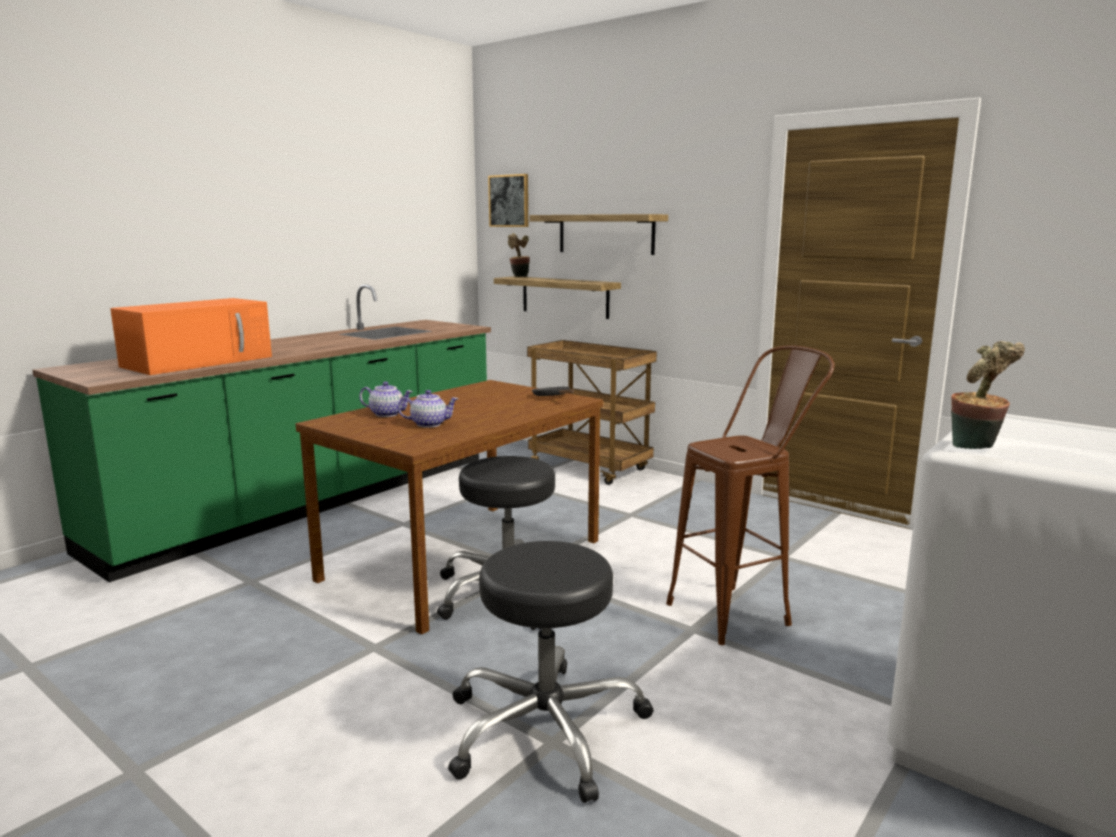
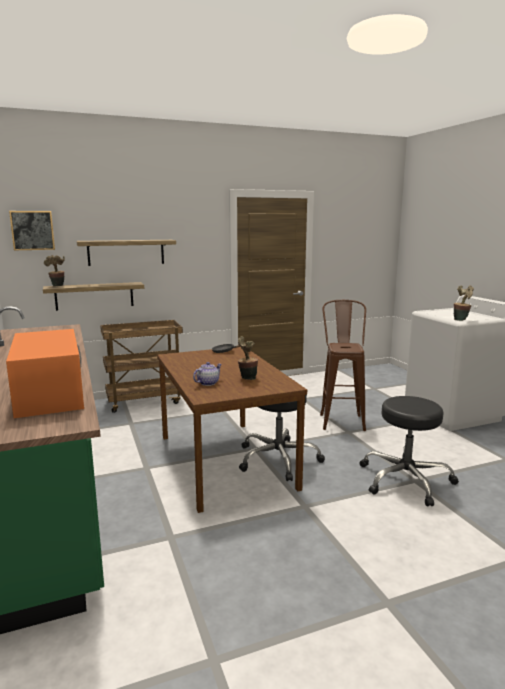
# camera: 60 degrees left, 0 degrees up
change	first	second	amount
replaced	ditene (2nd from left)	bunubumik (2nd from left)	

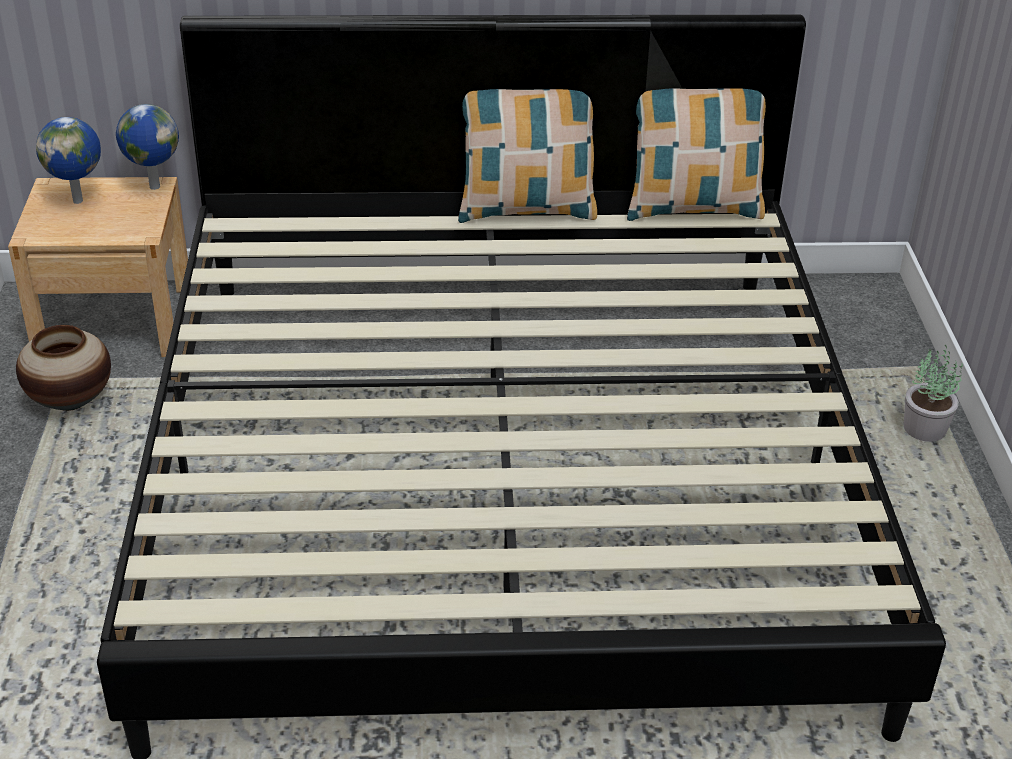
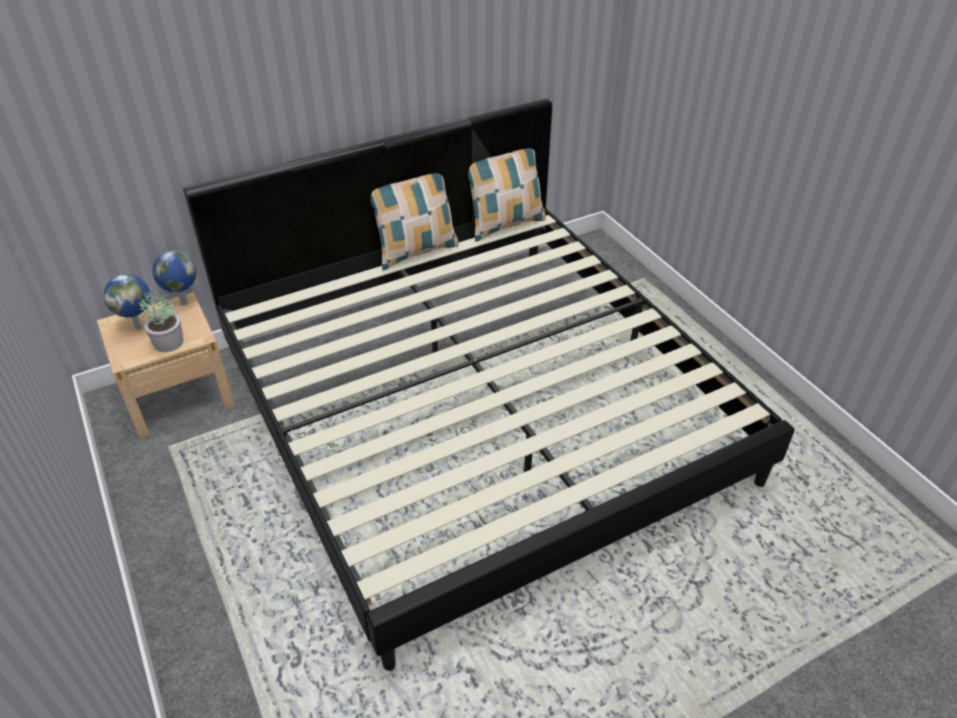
# camera: 25 degrees left, 5 degrees up
change	first	second	amount
removed	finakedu		
moved	bunubumik		

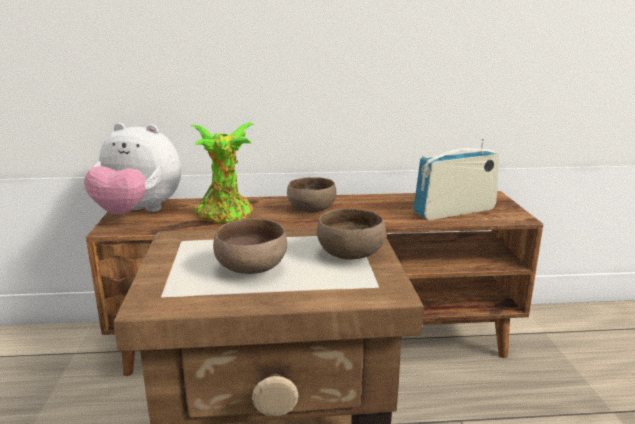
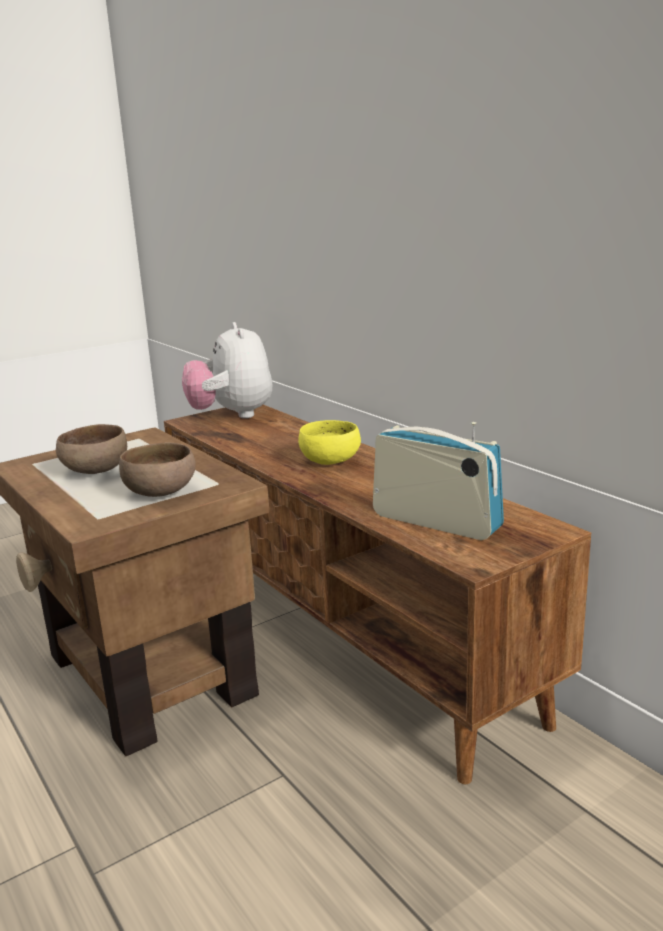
# camera: 60 degrees right, 0 degrees up
change	first	second	amount
removed	bunubumik		
recoloured	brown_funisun (2nd from left)	yellow_funisun	

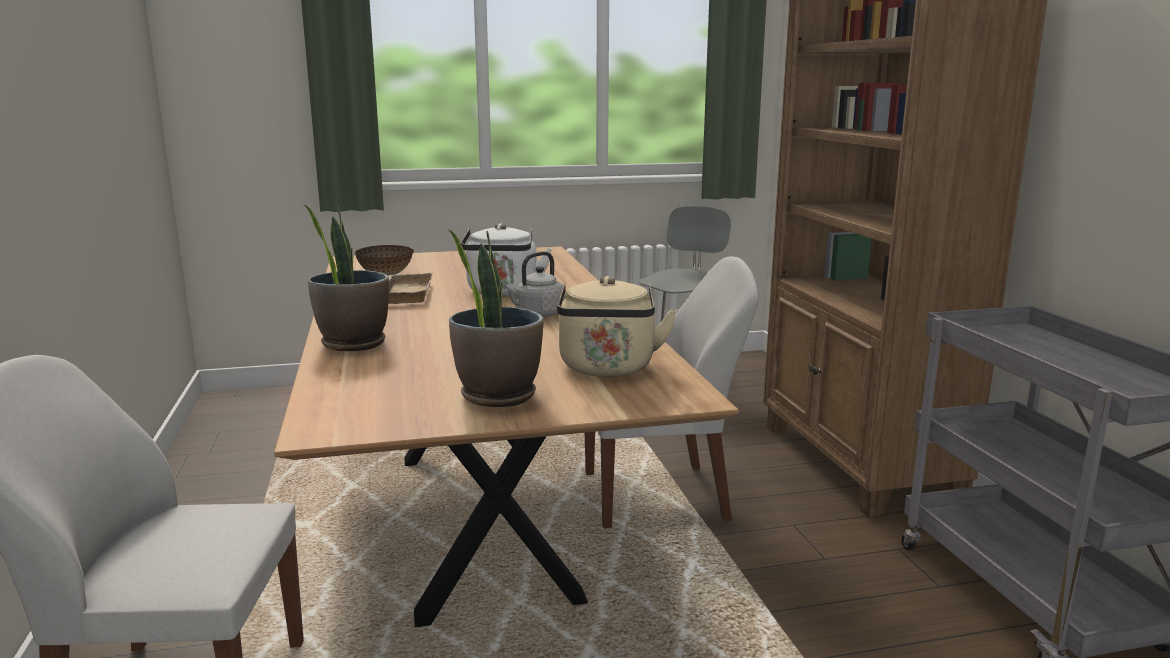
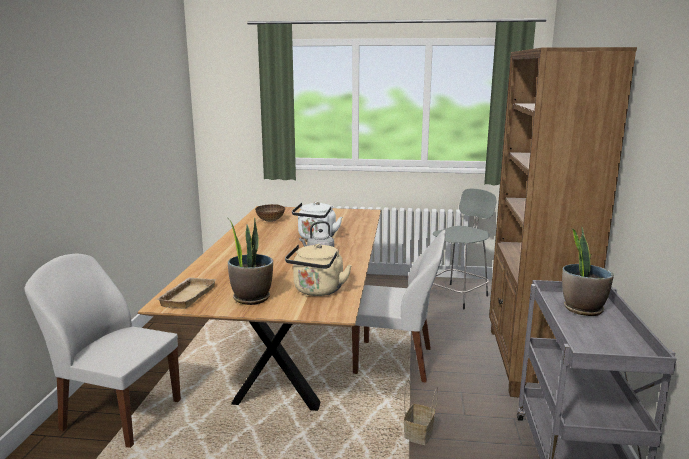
# camera: 20 degrees right, 0 degrees up
change	first	second	amount
moved	bunubumik (1st from left in the first image)	bunubumik (2nd from left)	
moved	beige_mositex		
added		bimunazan	

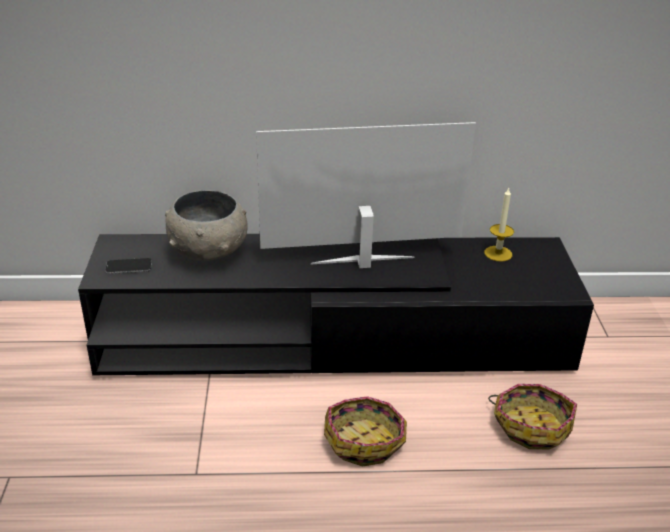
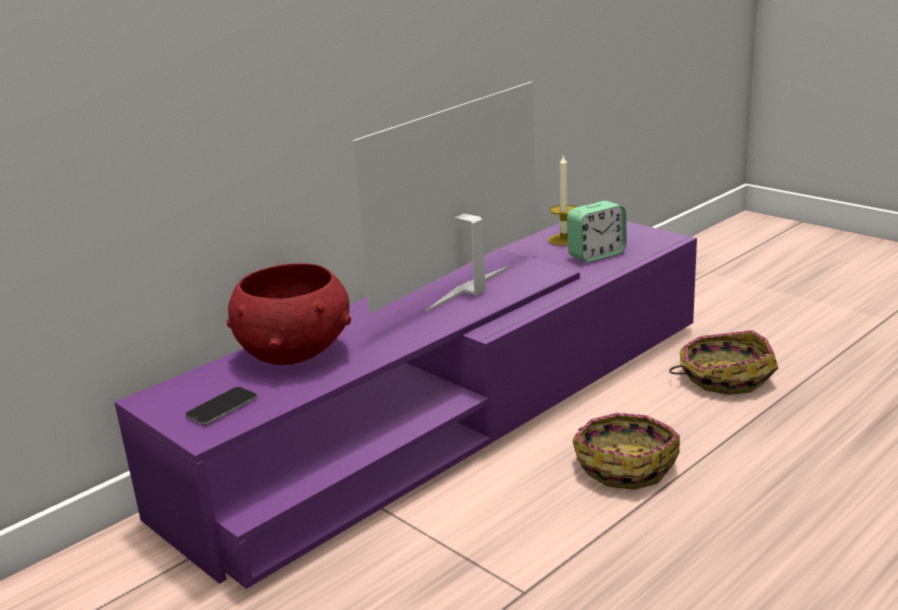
# camera: 40 degrees left, 10 degrees down
change	first	second	amount
recoloured	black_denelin	purple_denelin	
recoloured	grey_funisun	red_funisun	
added		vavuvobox	

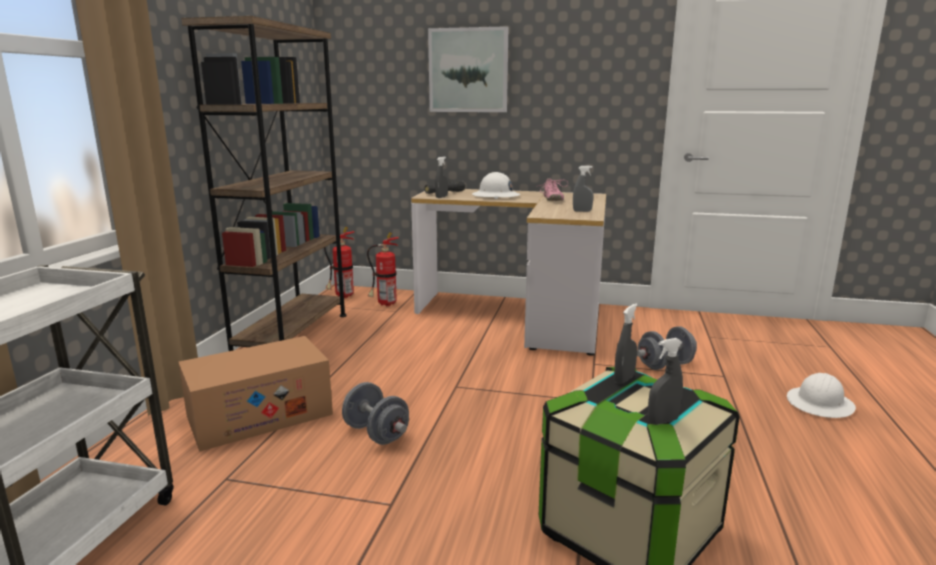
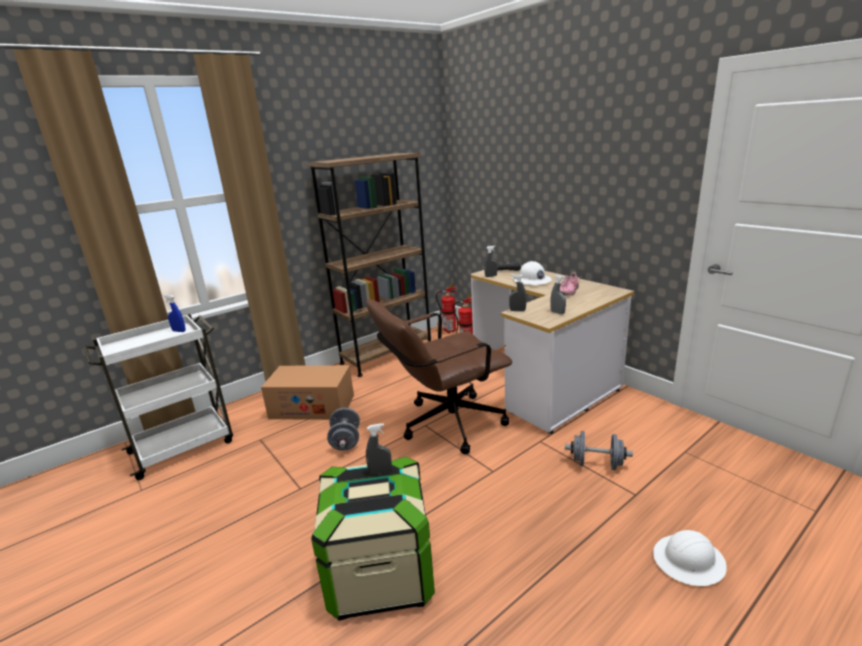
# camera: 40 degrees right, 5 degrees up
change	first	second	amount
removed	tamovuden		
moved	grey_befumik (4th from left in the first image)	grey_befumik (3rd from left)	
added		blue_befumik	
added		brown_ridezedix	

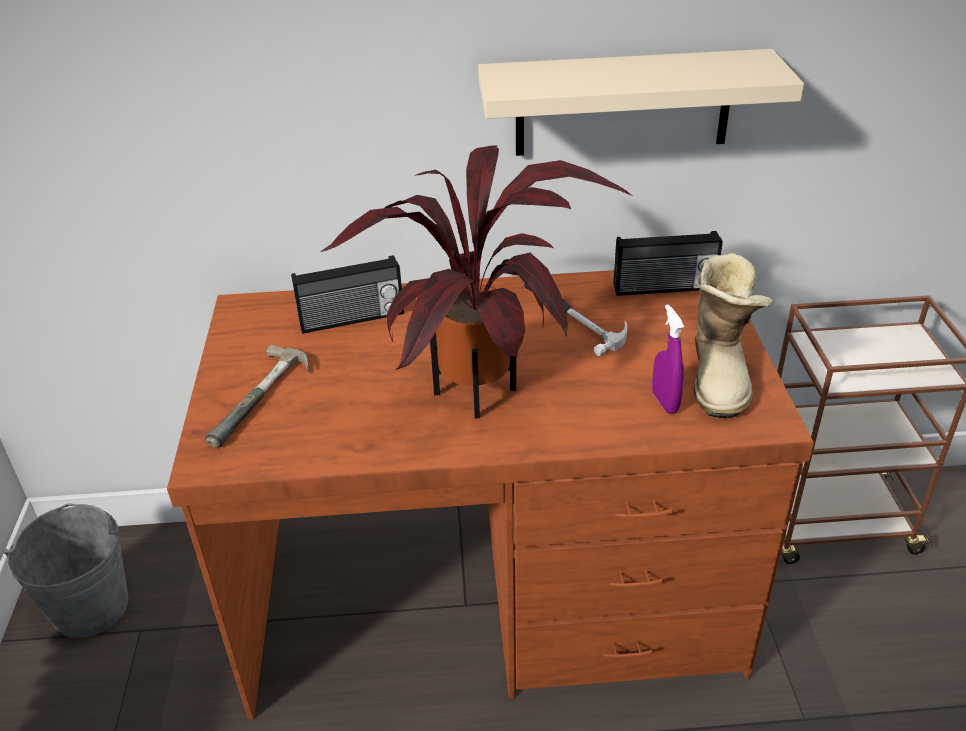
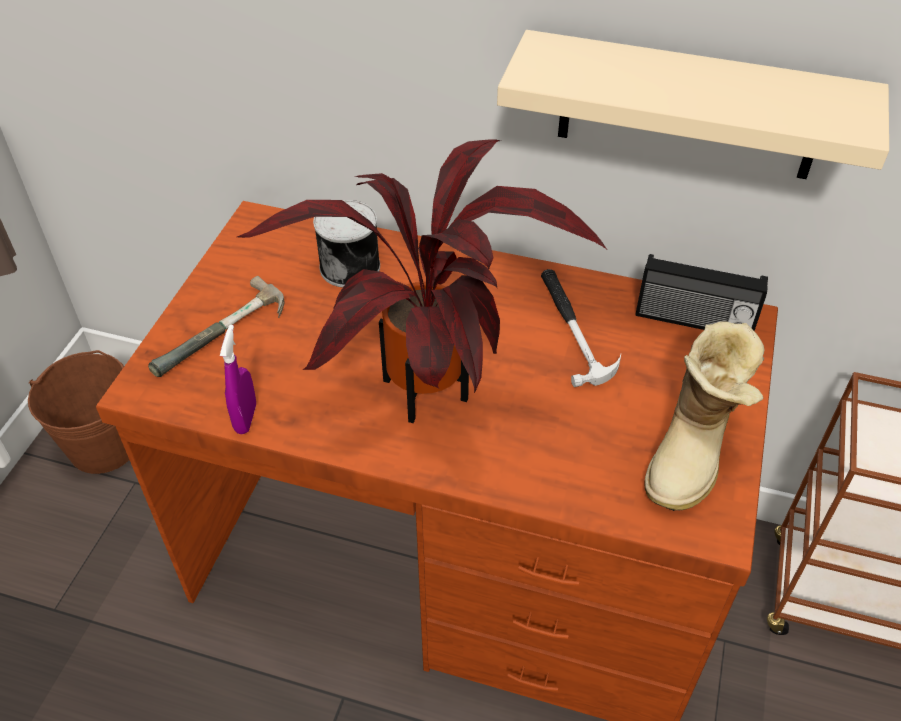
# camera: 20 degrees right, 10 degrees up
change	first	second	amount
recoloured	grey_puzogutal	brown_puzogutal	
replaced	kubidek (1st from left)	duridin	
moved	purple_befumik		

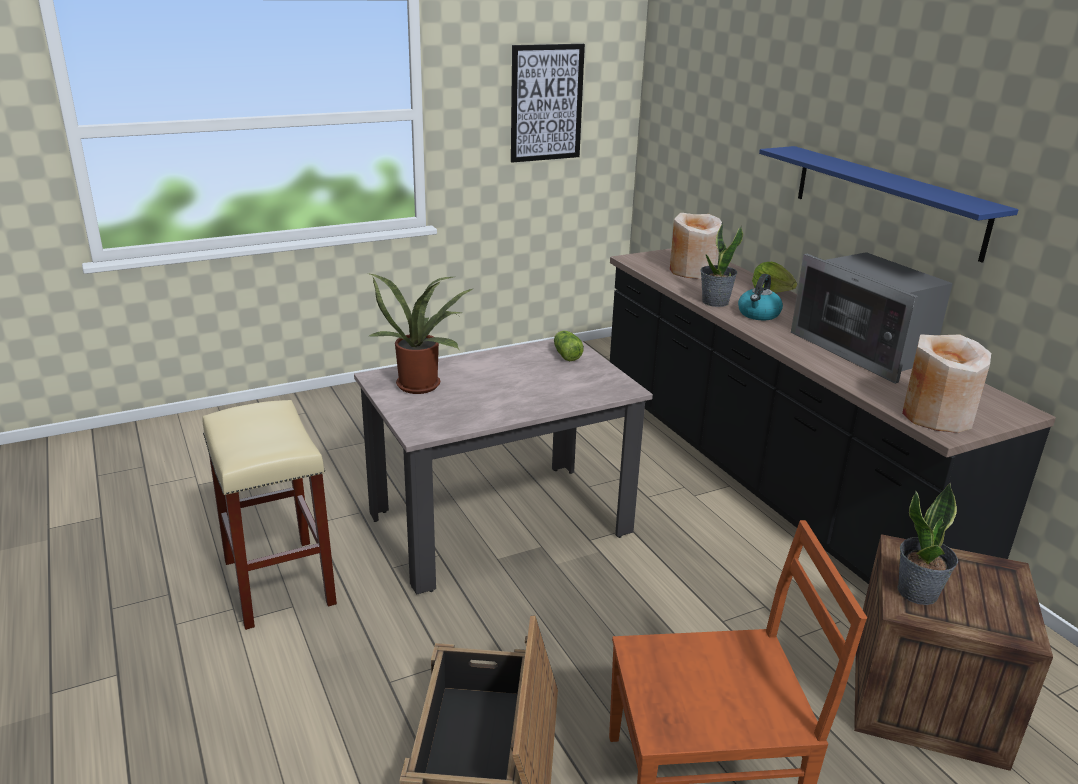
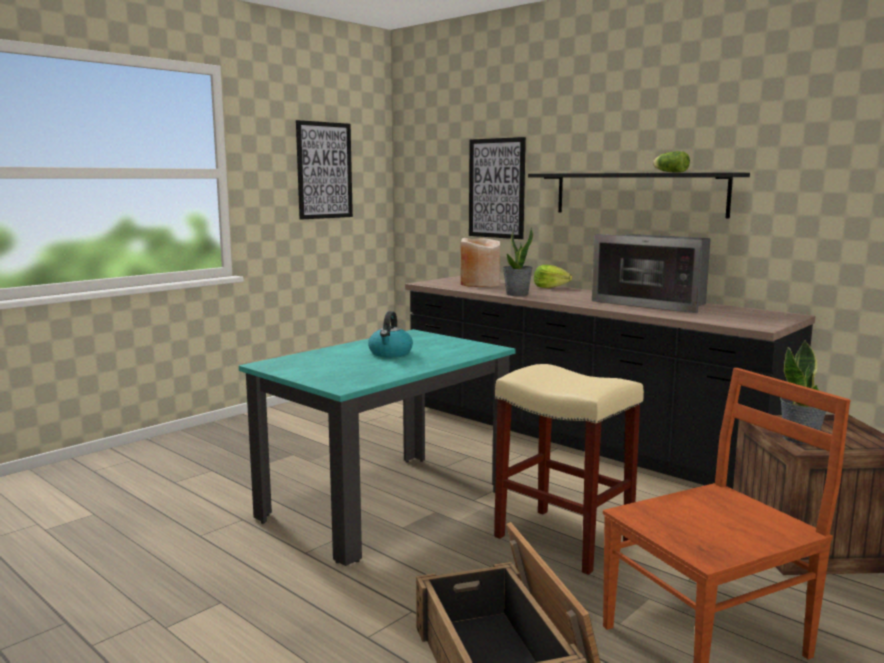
# camera: 20 degrees left, 15 degrees down
change	first	second	amount
moved	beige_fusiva		
recoloured	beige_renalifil	turquoise_renalifil	
removed	bunubumik (1st from left)		
moved	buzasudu (1st from left in the first image)	buzasudu (2nd from left)	
moved	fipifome		
recoloured	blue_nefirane	black_nefirane	
removed	beige_finakedu (2nd from left)		
added		tamovuden (2nd from left)	

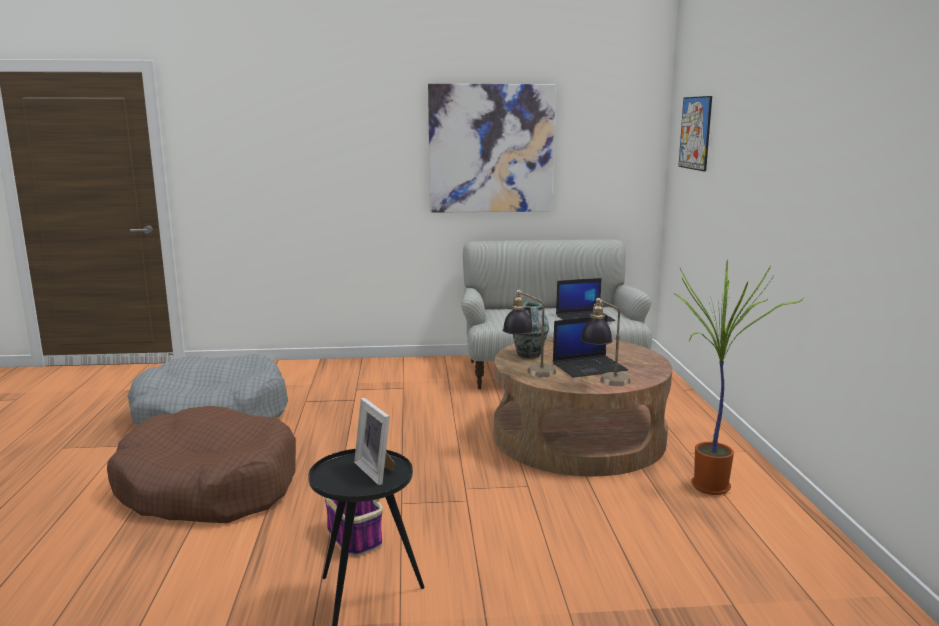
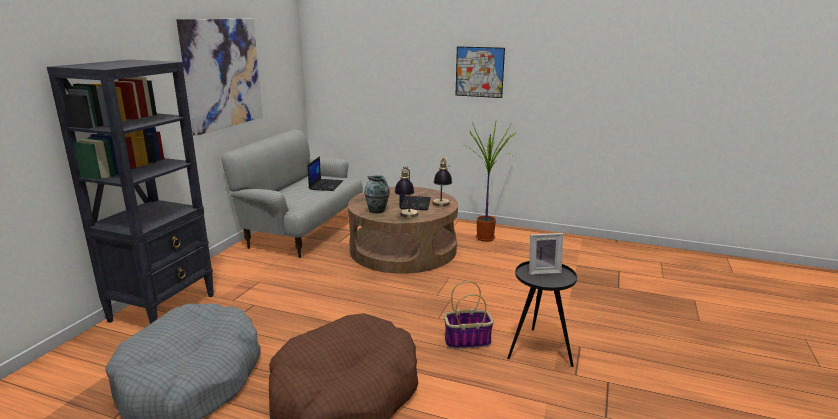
# camera: 65 degrees left, 5 degrees up
change	first	second	amount
moved	tamovuden (2nd from left)		
added		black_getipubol	

